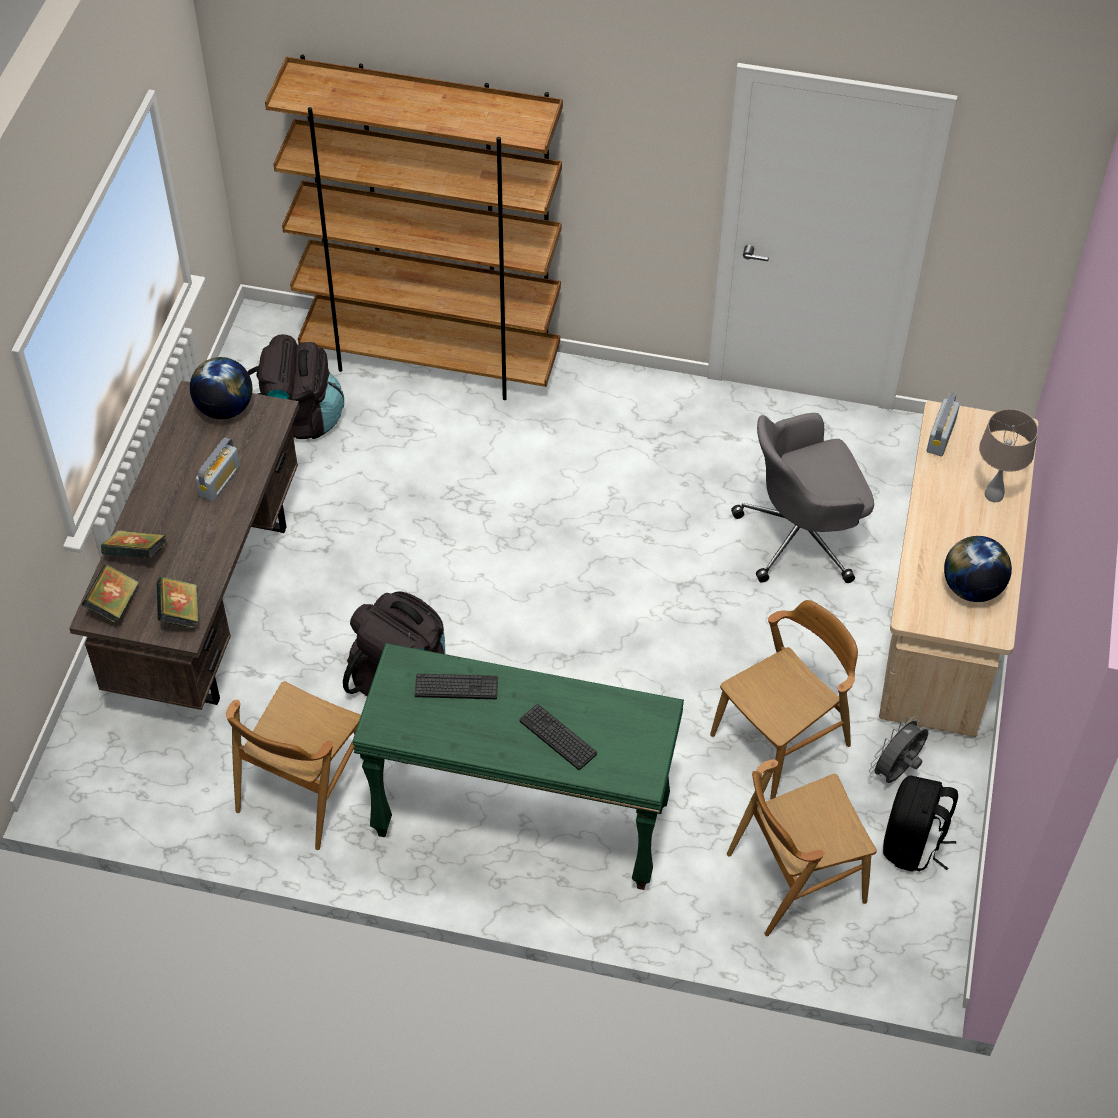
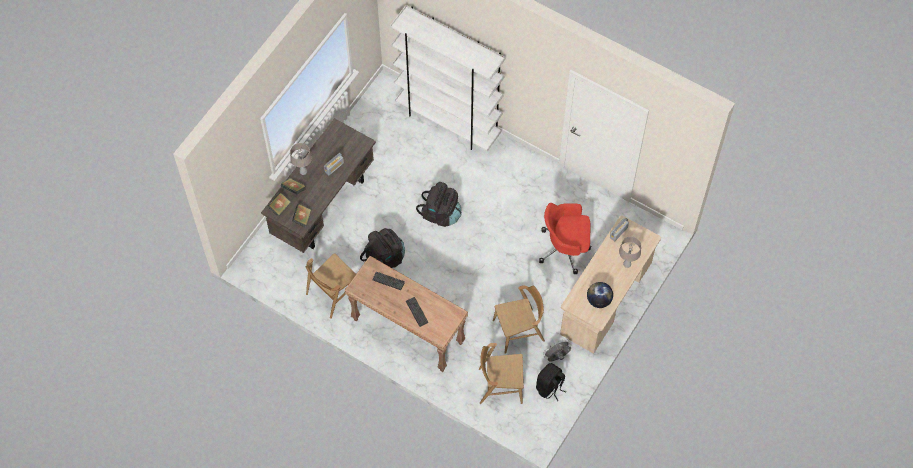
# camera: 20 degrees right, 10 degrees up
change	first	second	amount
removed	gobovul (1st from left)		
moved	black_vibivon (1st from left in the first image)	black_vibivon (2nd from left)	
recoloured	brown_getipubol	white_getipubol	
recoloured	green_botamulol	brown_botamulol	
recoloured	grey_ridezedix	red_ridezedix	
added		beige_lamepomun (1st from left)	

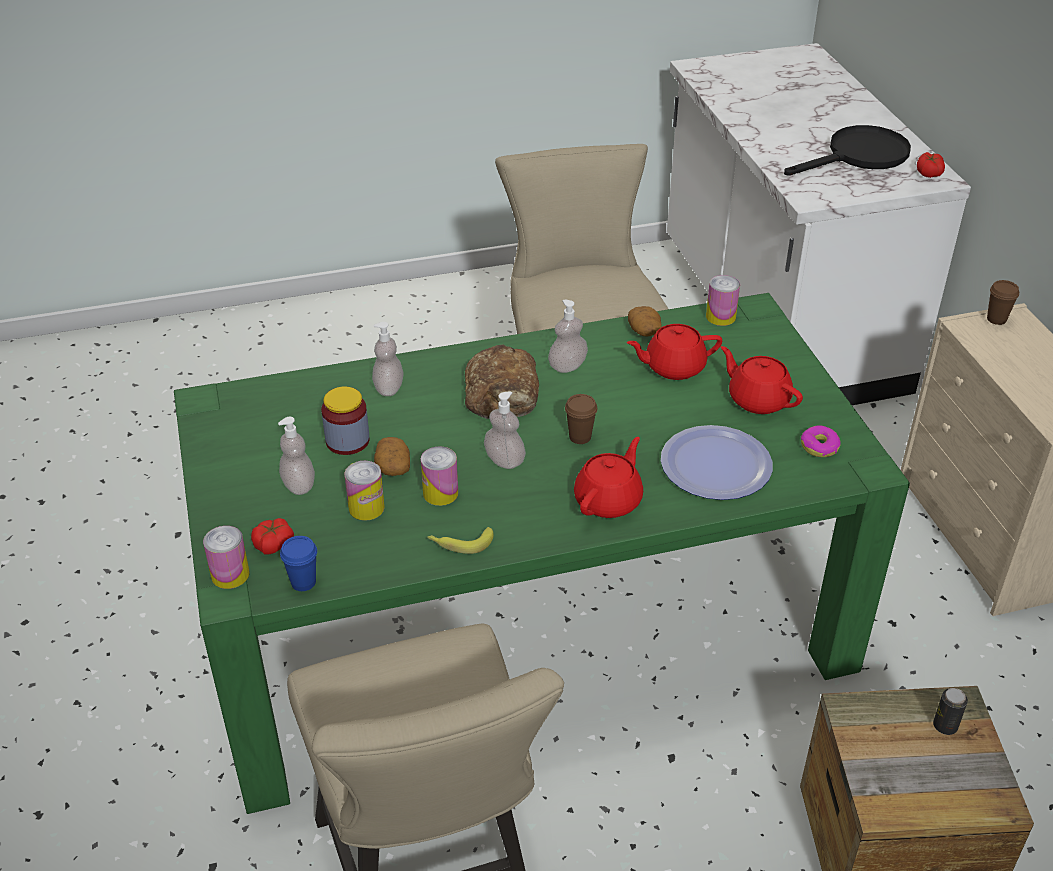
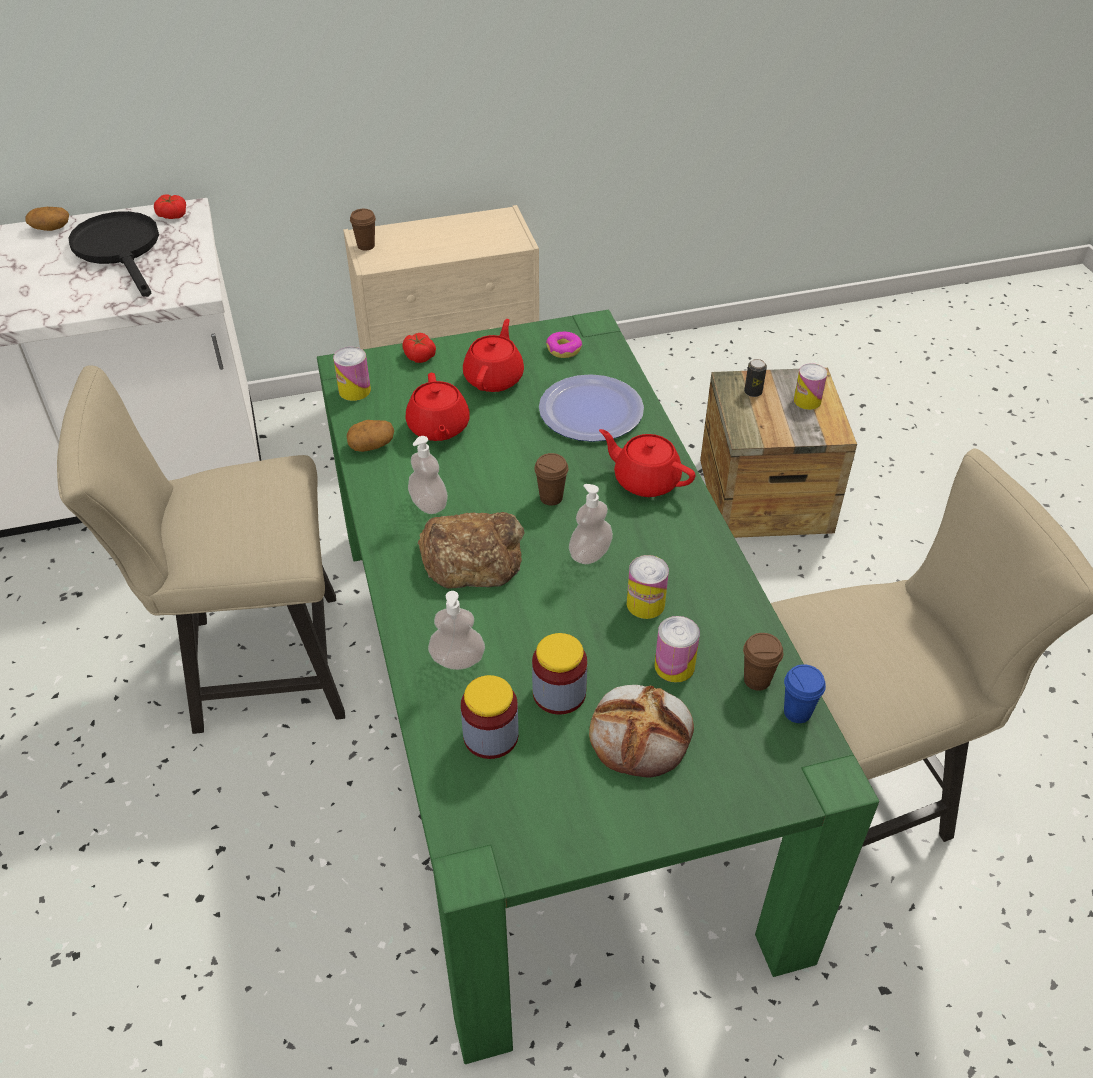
# camera: 90 degrees left, 5 degrees up
change	first	second	amount
moved	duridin (1st from left in the first image)	duridin (5th from left)	
moved	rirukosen (1st from left in the first image)	rirukosen (2nd from left)	
replaced	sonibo (1st from left)	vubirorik (2nd from left)	
moved	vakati (1st from left)		
removed	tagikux		
turned	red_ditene (3rd from left in the first image)	red_ditene (2nd from left)	150 degrees clockwise
added		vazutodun (1st from left)	
added		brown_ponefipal (3rd from left)	

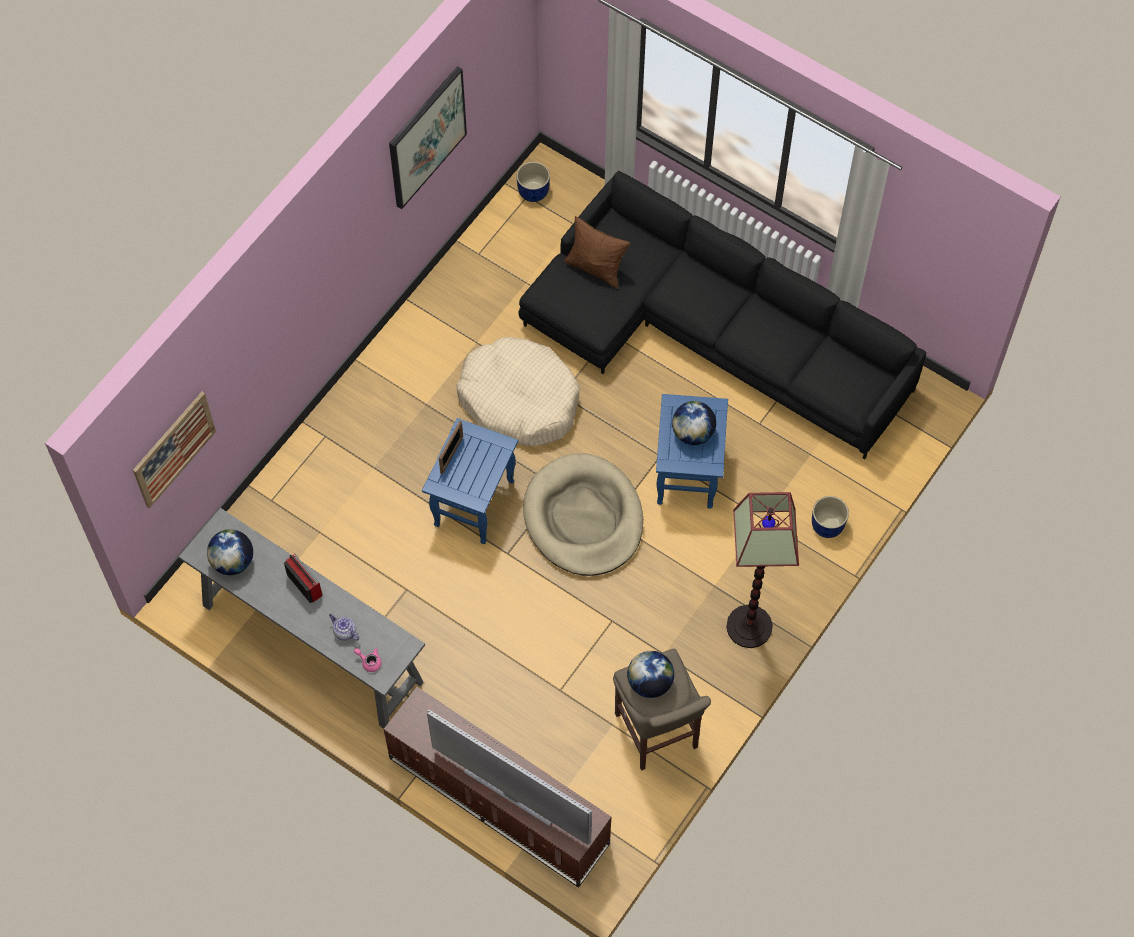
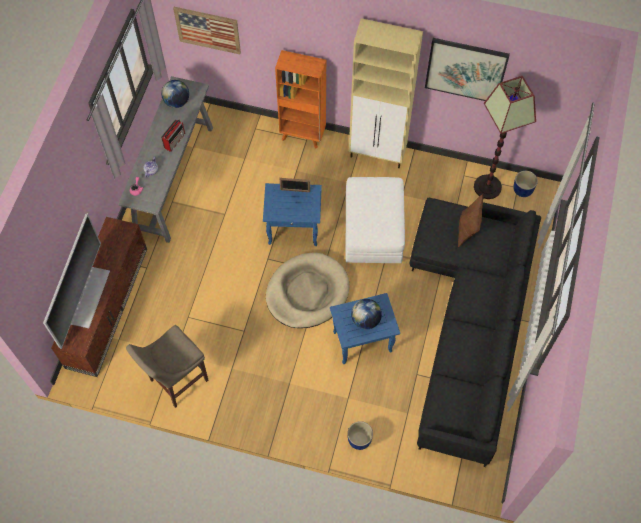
# camera: 70 degrees right, 0 degrees up
change	first	second	amount
replaced	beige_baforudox (1st from left)	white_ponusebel	
removed	gobovul (2nd from left)		
moved	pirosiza		
added		orange_getipubol	
added		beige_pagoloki	

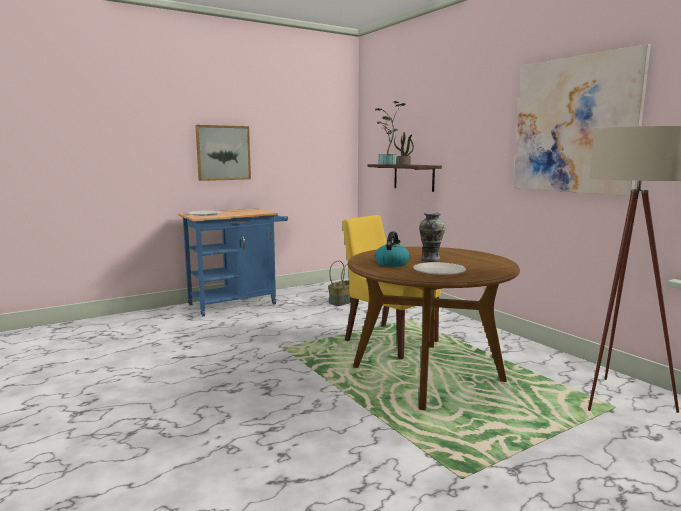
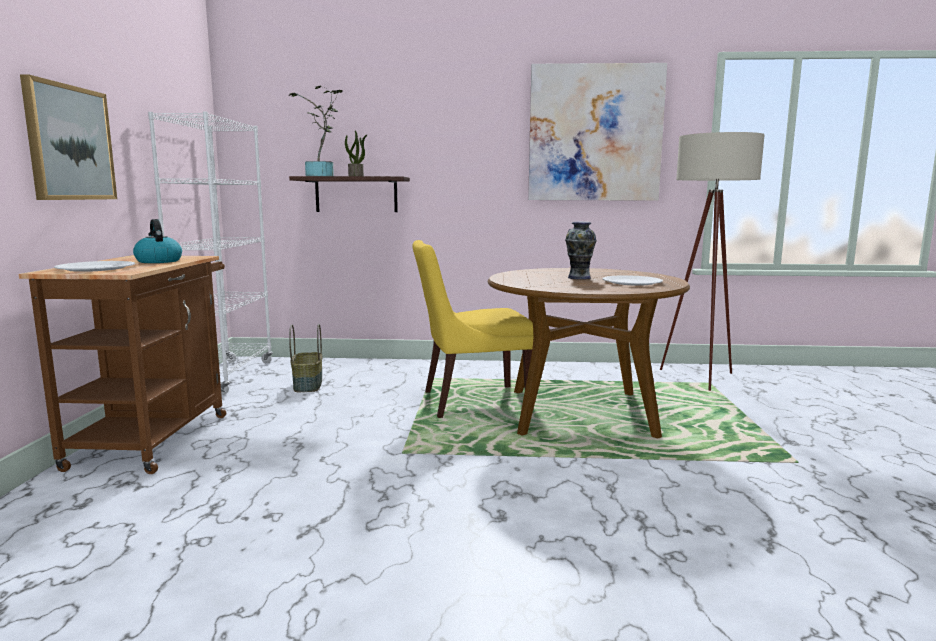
# camera: 55 degrees left, 0 degrees up
change	first	second	amount
recoloured	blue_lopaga	brown_lopaga	
moved	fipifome		
added		white_getipubol	

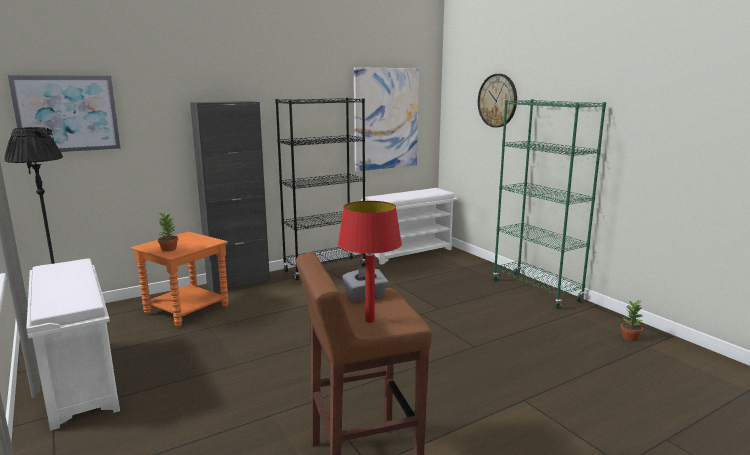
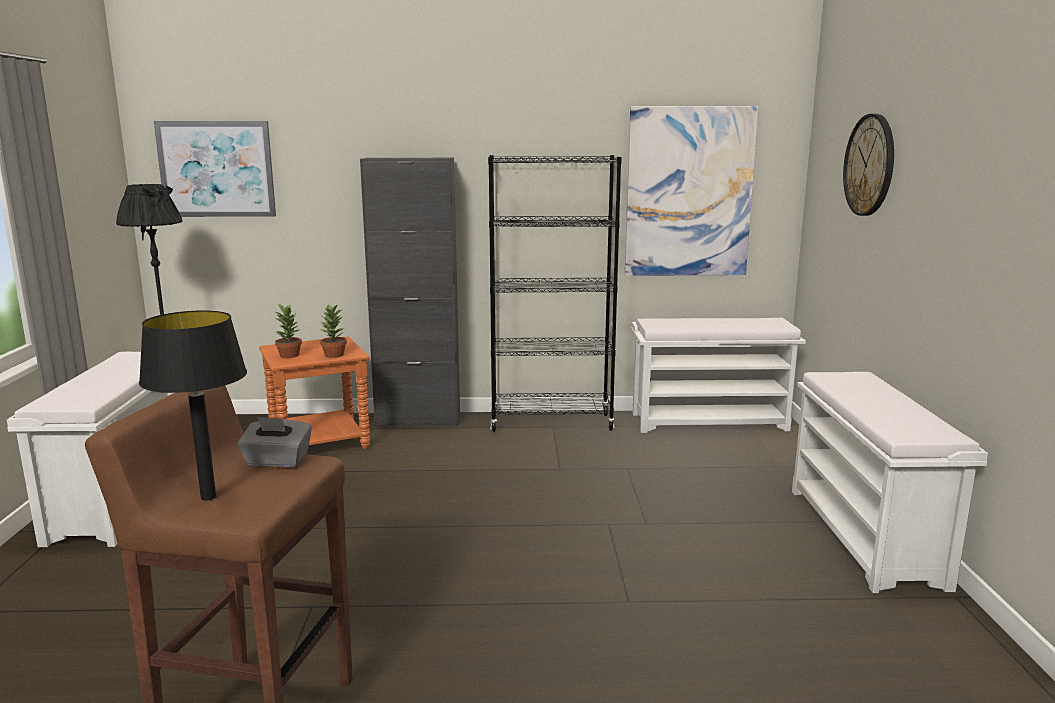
# camera: 30 degrees right, 0 degrees up
change	first	second	amount
recoloured	red_lamepomun	black_lamepomun	
replaced	green_getipubol	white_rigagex (3rd from left)	
moved	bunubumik (2nd from left)		

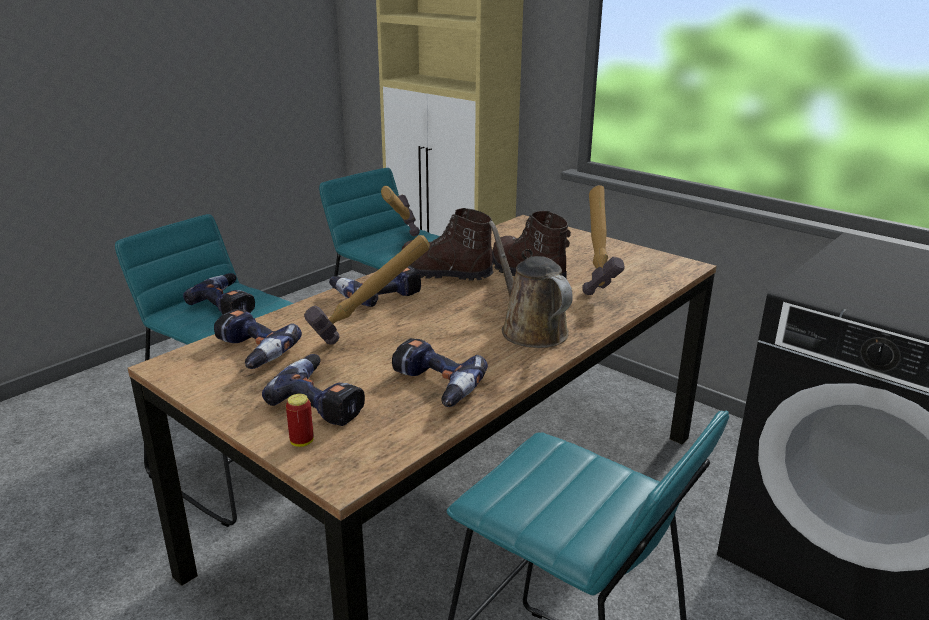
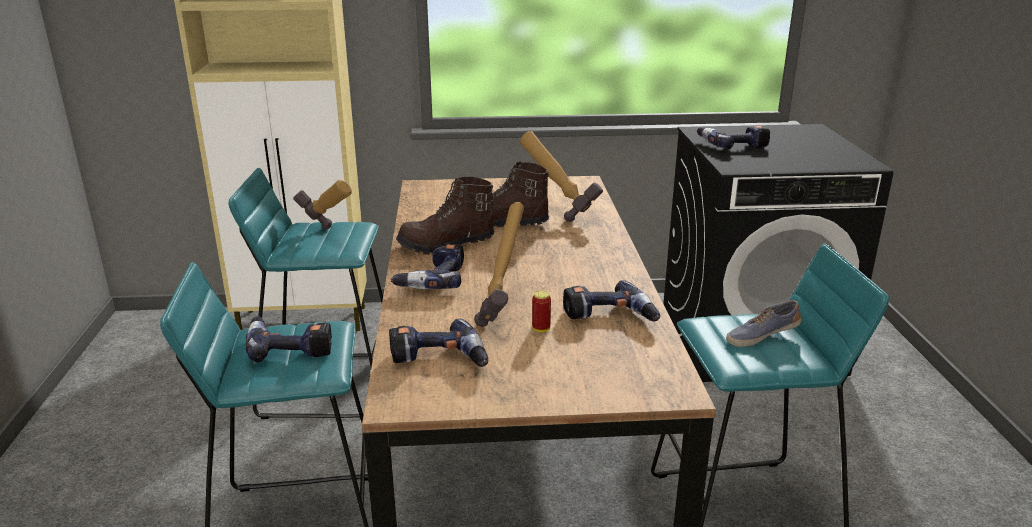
# camera: 45 degrees left, 0 degrees up
change	first	second	amount
moved	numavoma (3rd from left in the first image)	numavoma (5th from left)	
moved	duridin		
removed	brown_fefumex		
added		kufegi	

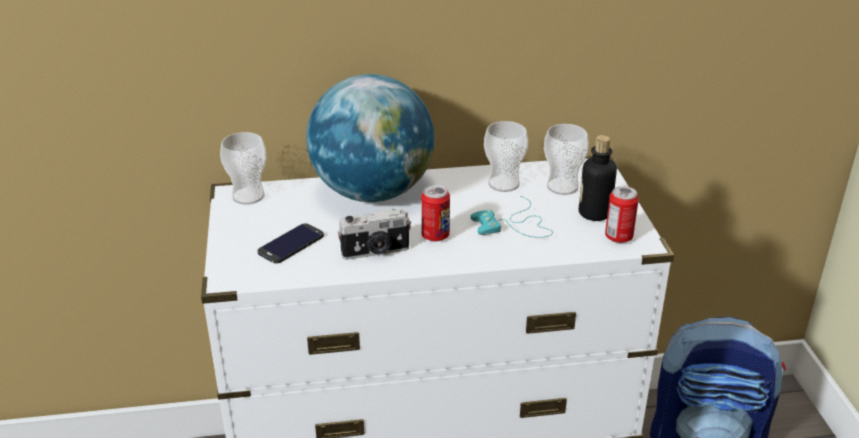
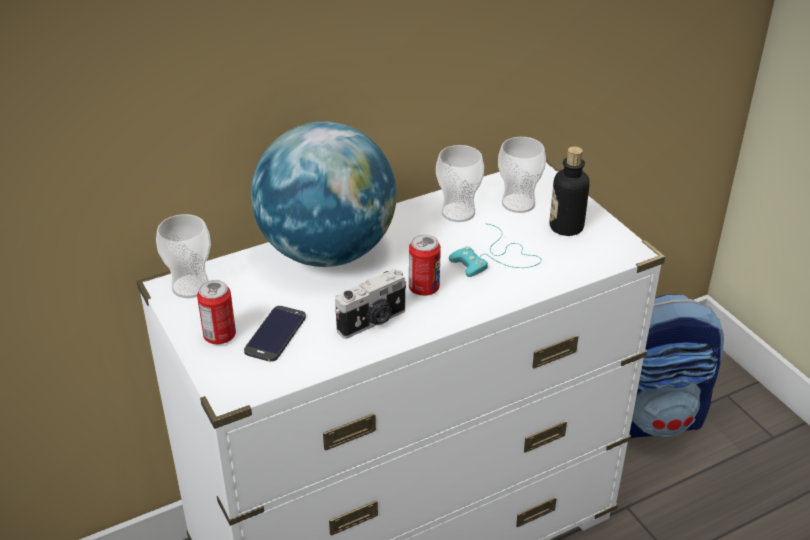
# camera: 20 degrees left, 5 degrees up
change	first	second	amount
moved	duridin (2nd from left in the first image)	duridin (1st from left)	

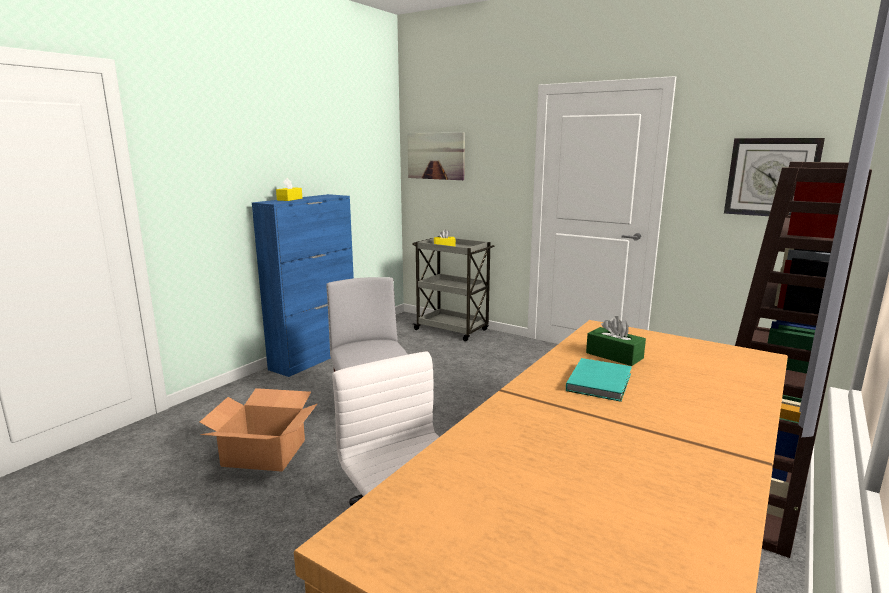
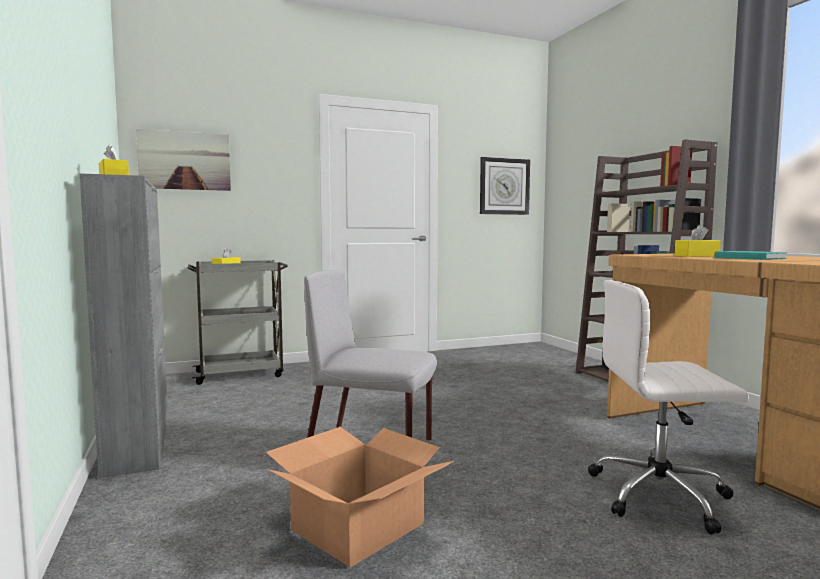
# camera: 55 degrees left, 10 degrees down
change	first	second	amount
recoloured	blue_pagoloki	grey_pagoloki	
recoloured	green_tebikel	yellow_tebikel (3rd from left)	

